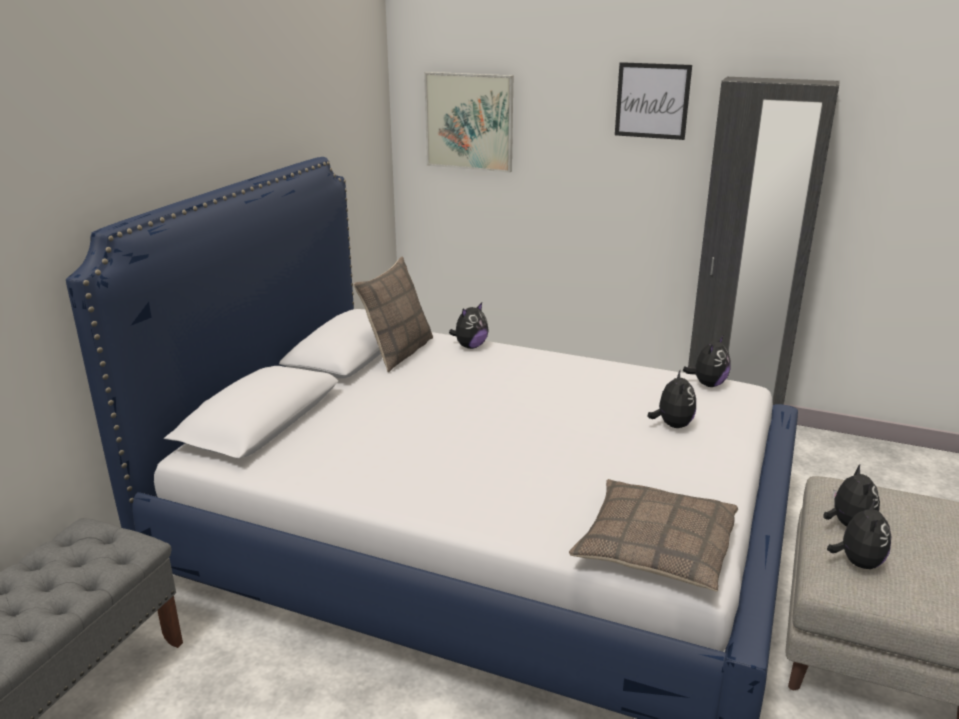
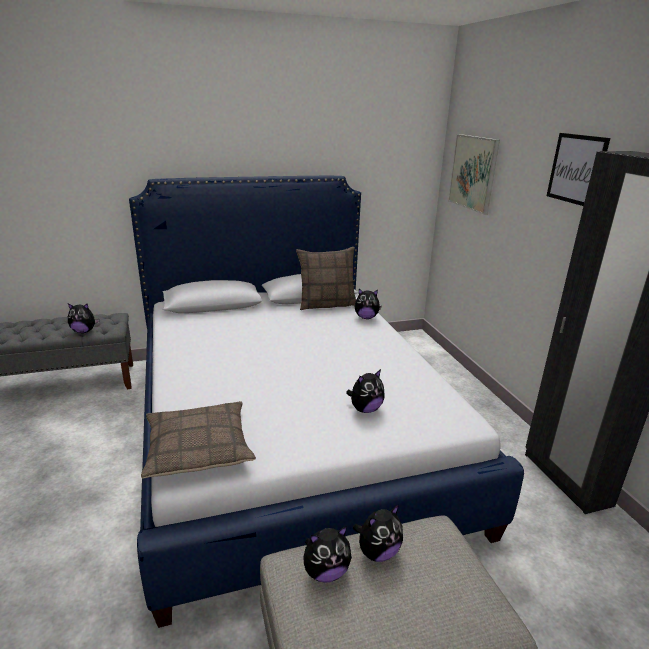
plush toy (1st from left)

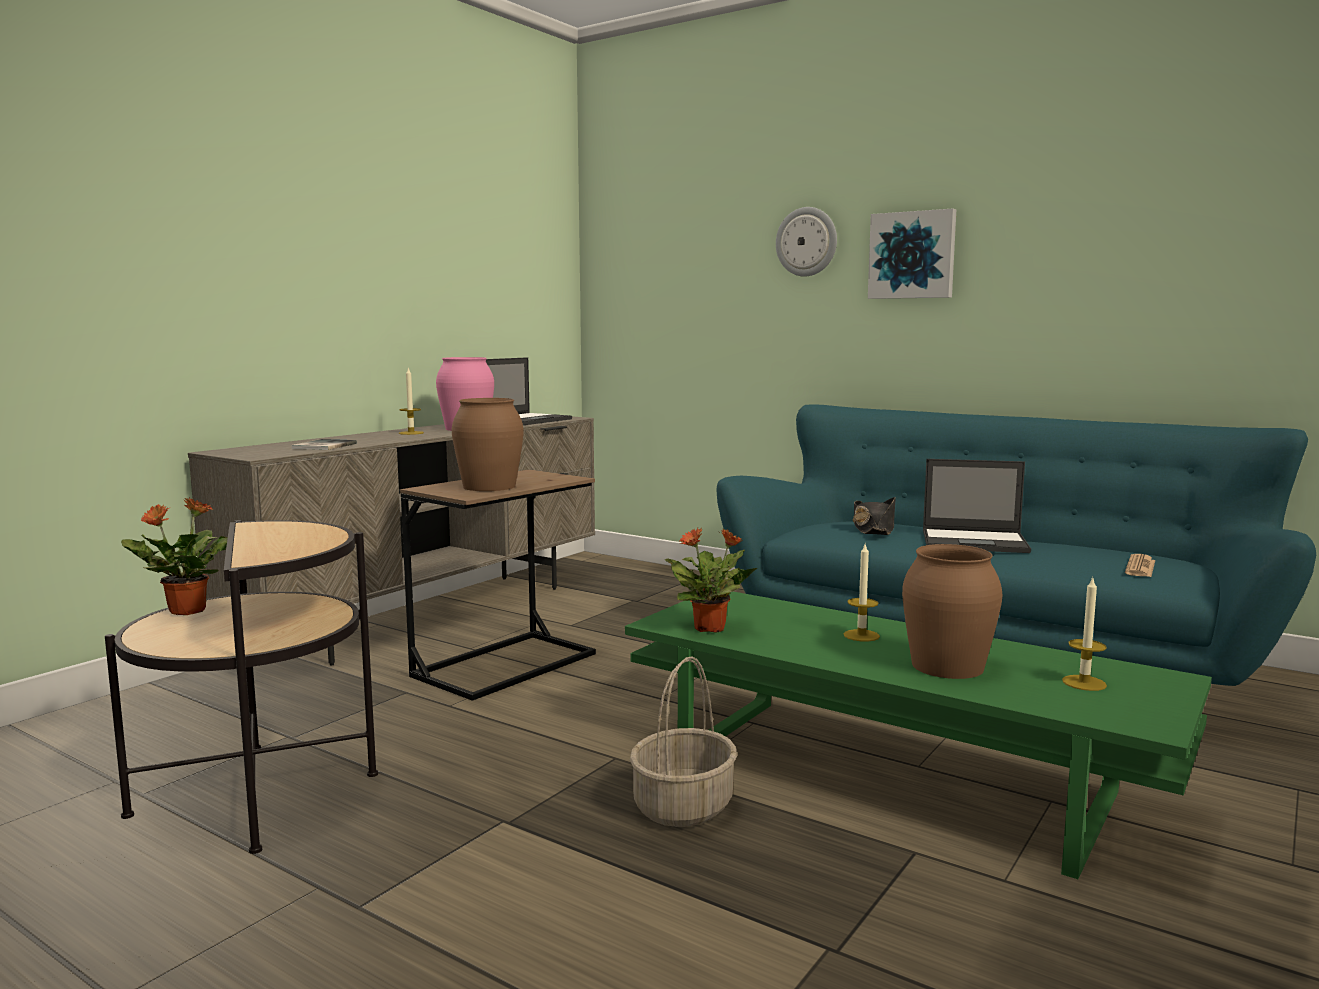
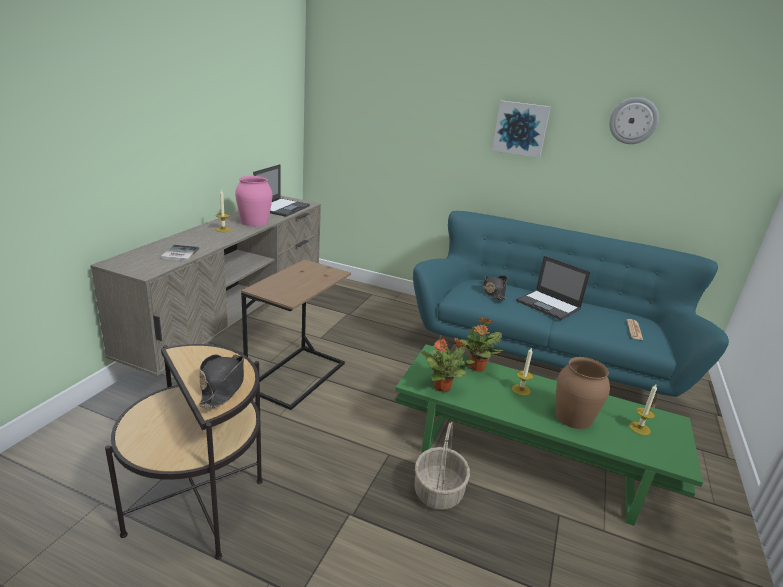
vase (brown) (1st from left in the first image)
hat (black) (1st from left)
potted plant (2nd from left)
wall clock
laptop (2nd from left)

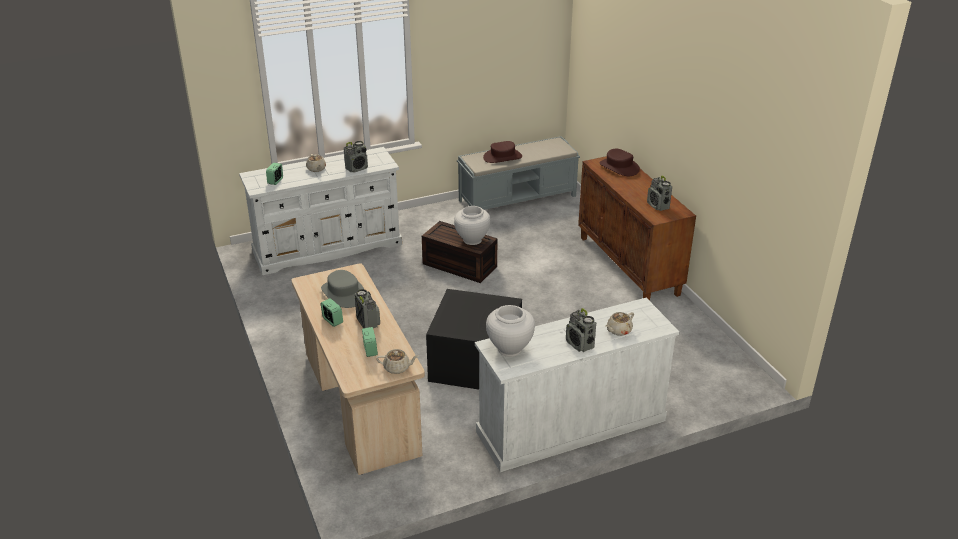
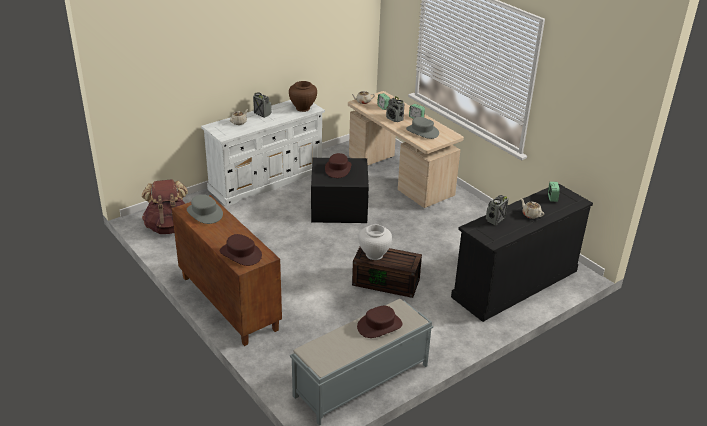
backpack (brown)
hat (brown) (2nd from left)
hat (grey) (1st from left)
dresser (black)
vase (brown)

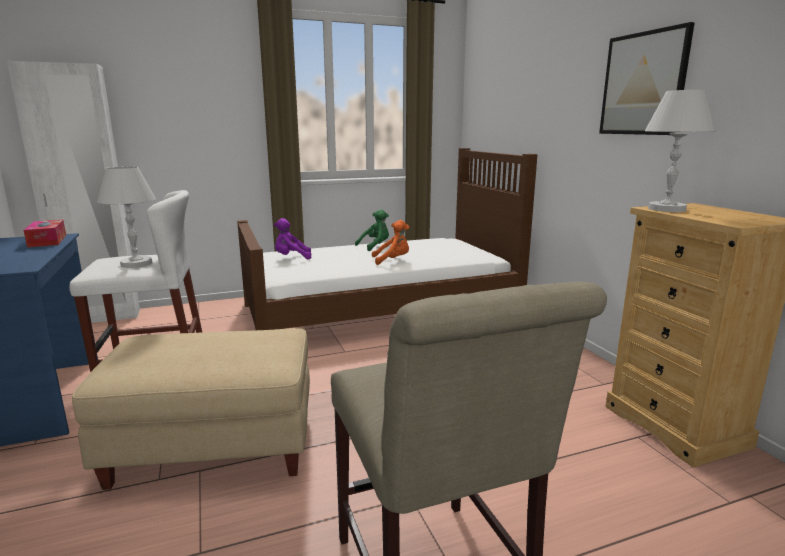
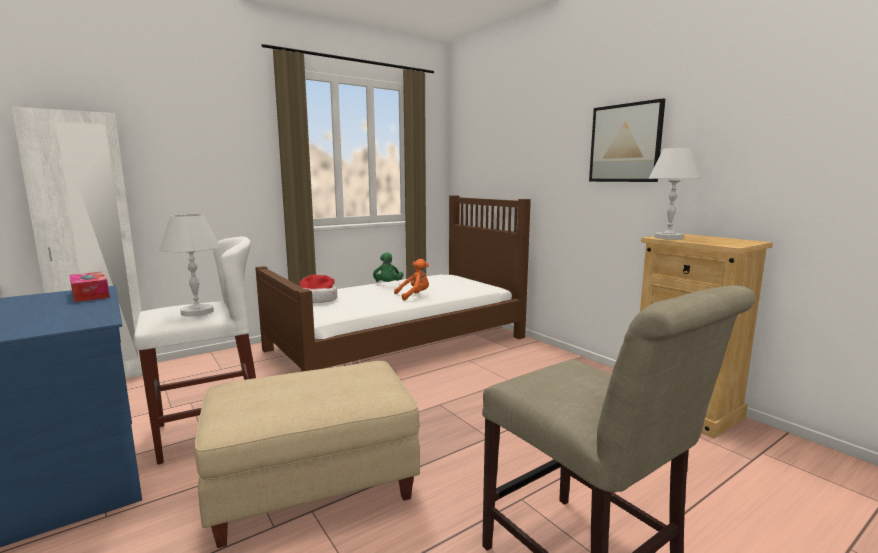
hat
plush toy (green)

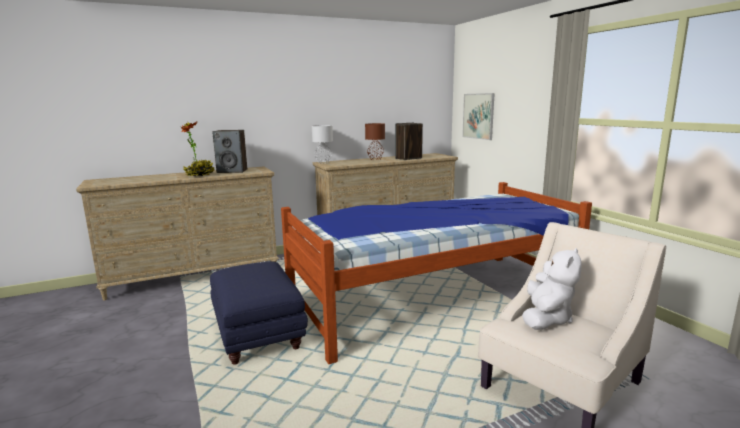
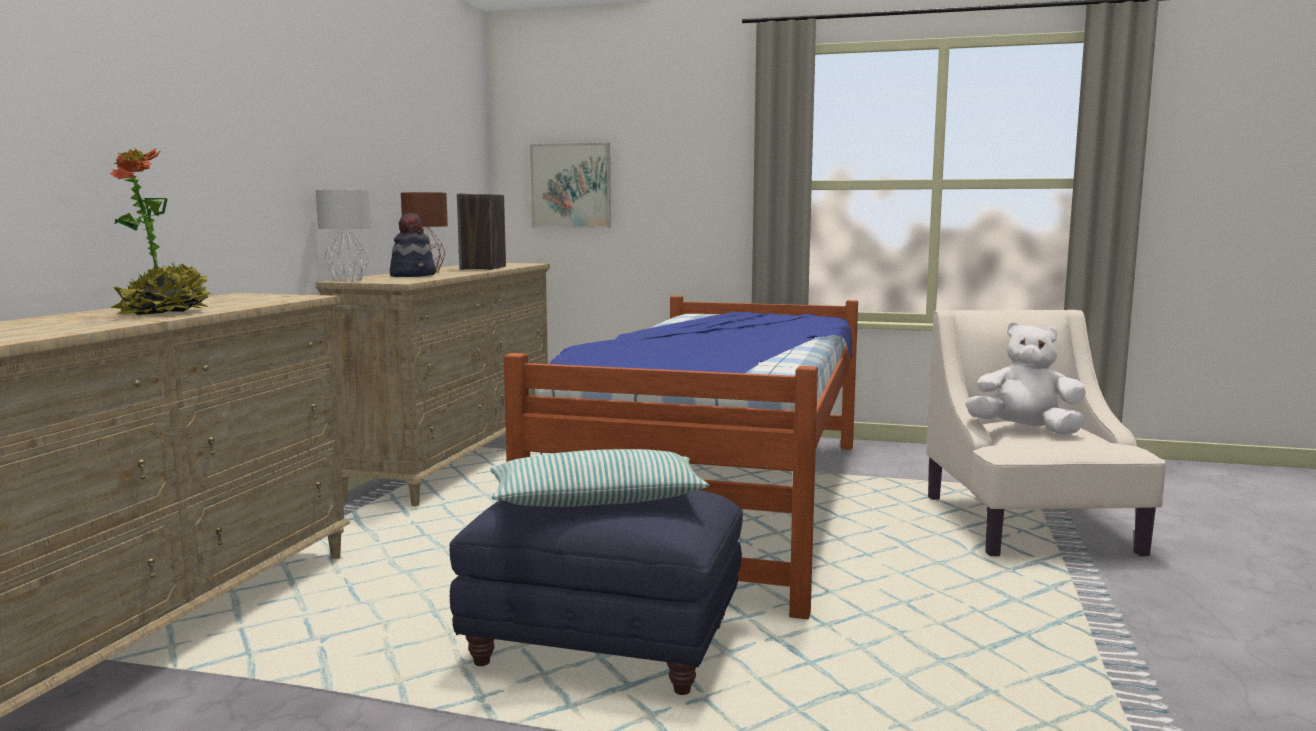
speaker (1st from left in the first image)
hat
pillow
plush toy (white)

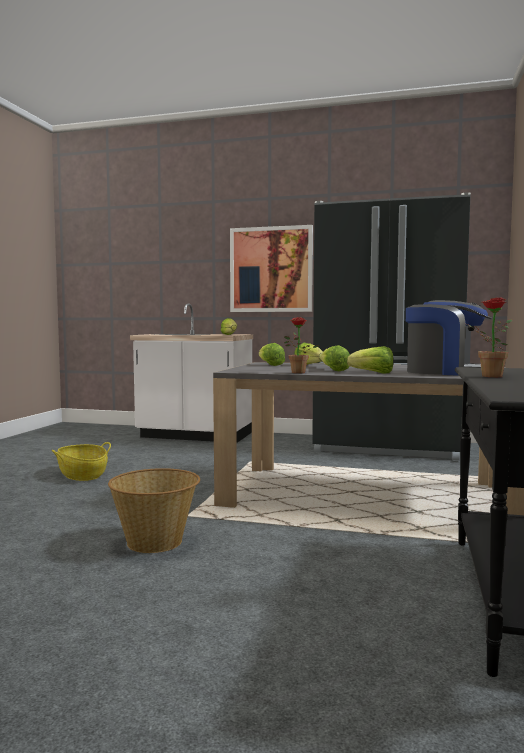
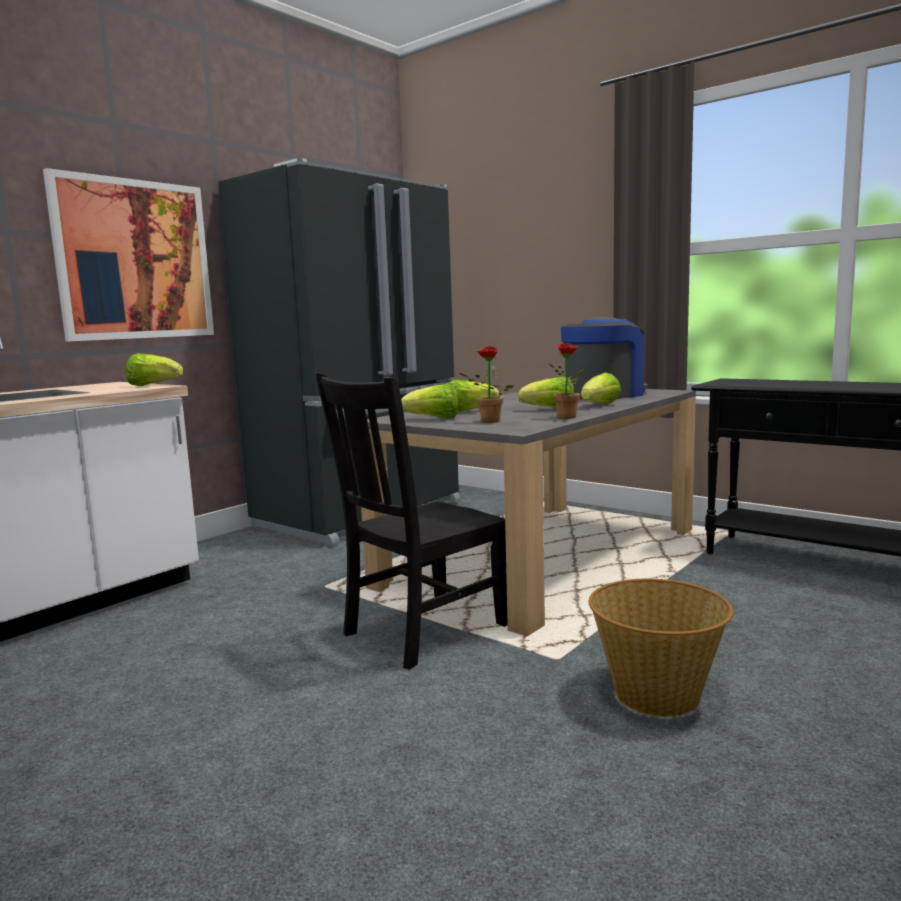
basket (1st from left in the first image)
chair (black)
potted plant (1st from left)

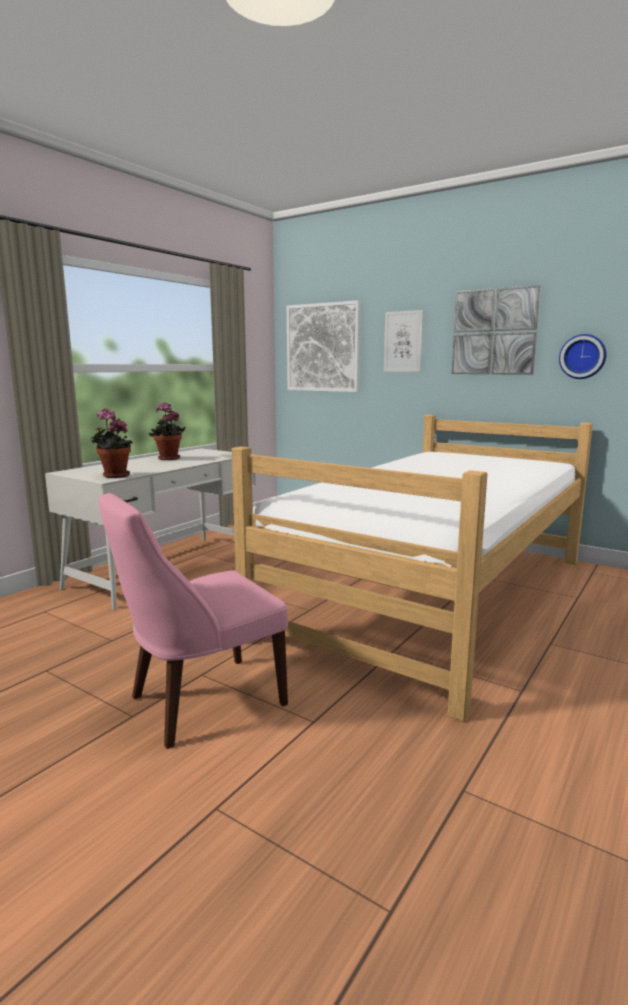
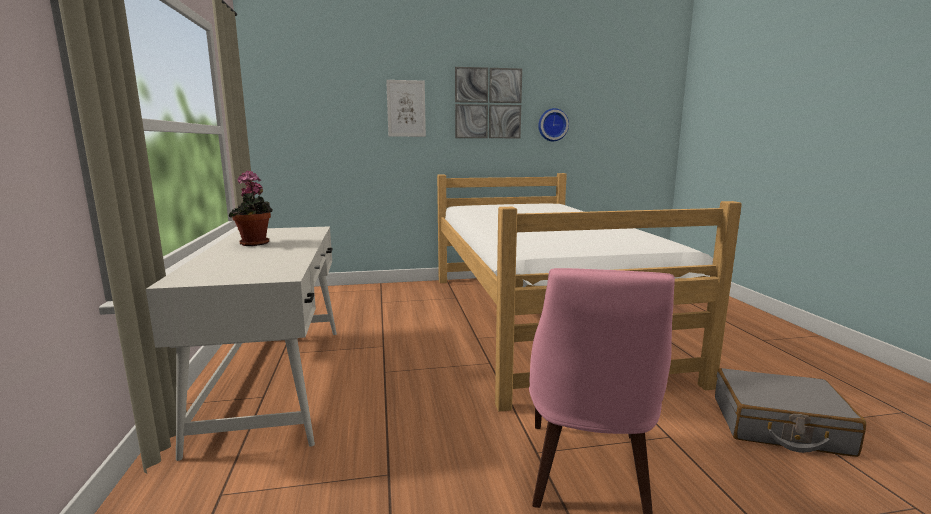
potted plant (1st from left in the first image)
picture (1st from left in the first image)
suitcase (grey)

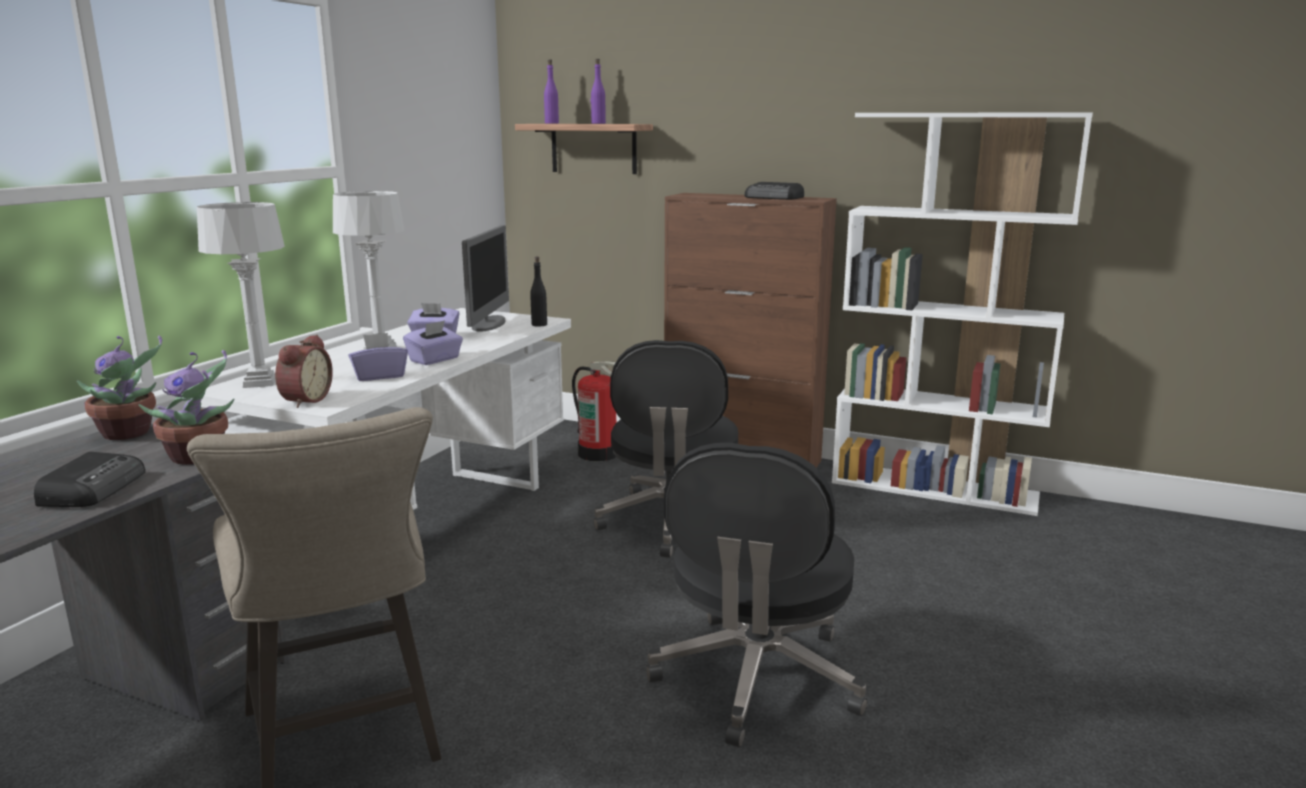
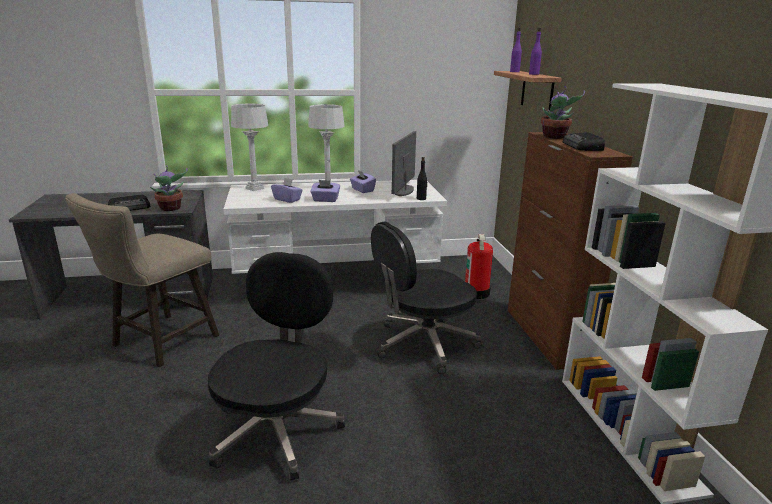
alarm clock
potted plant (2nd from left)
monitor
office chair (black) (1st from left)

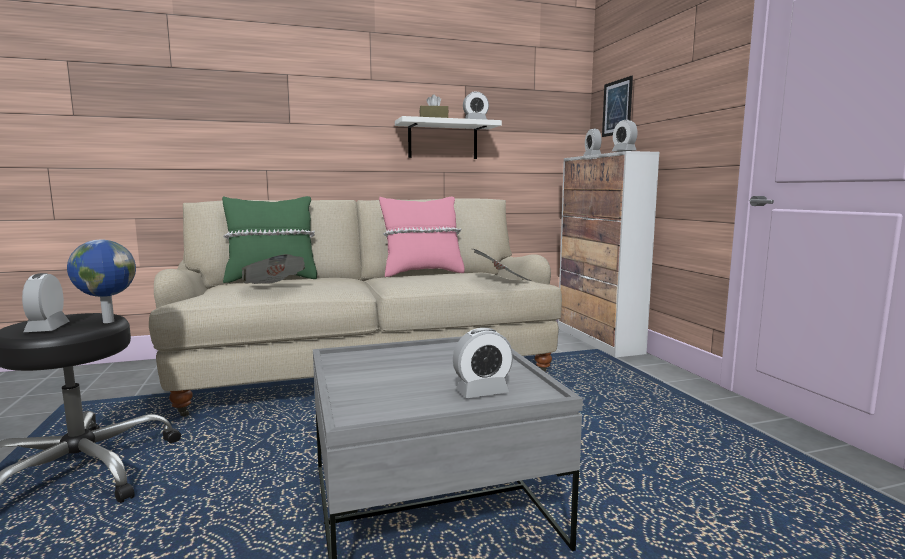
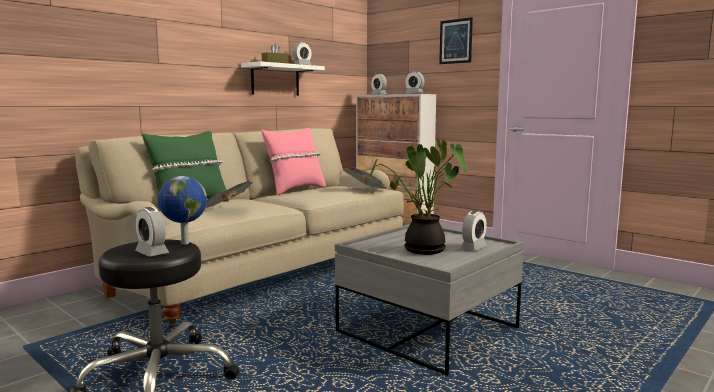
potted plant
picture

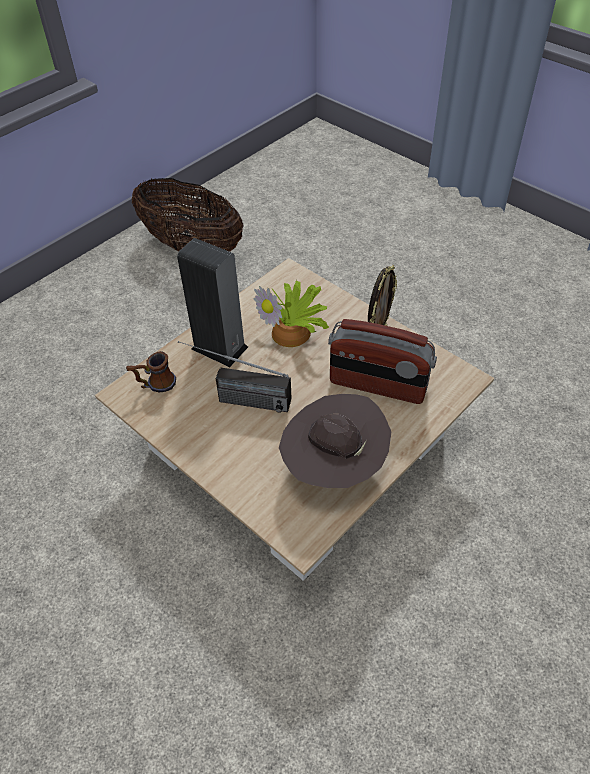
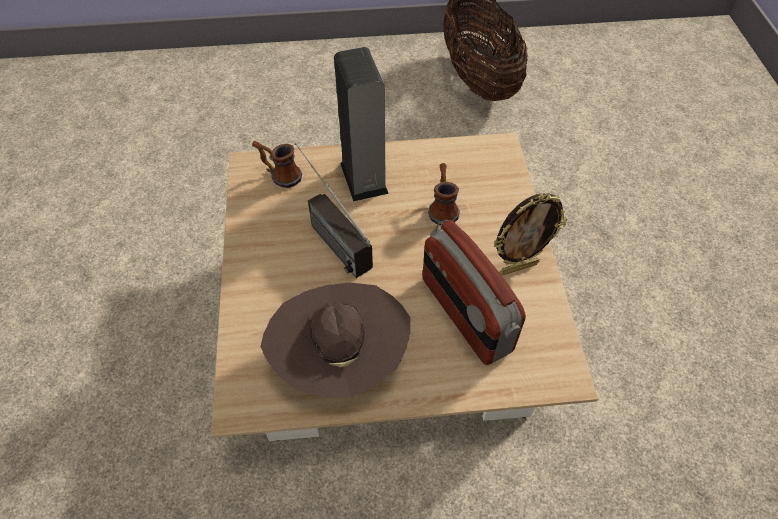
mug (2nd from left)

